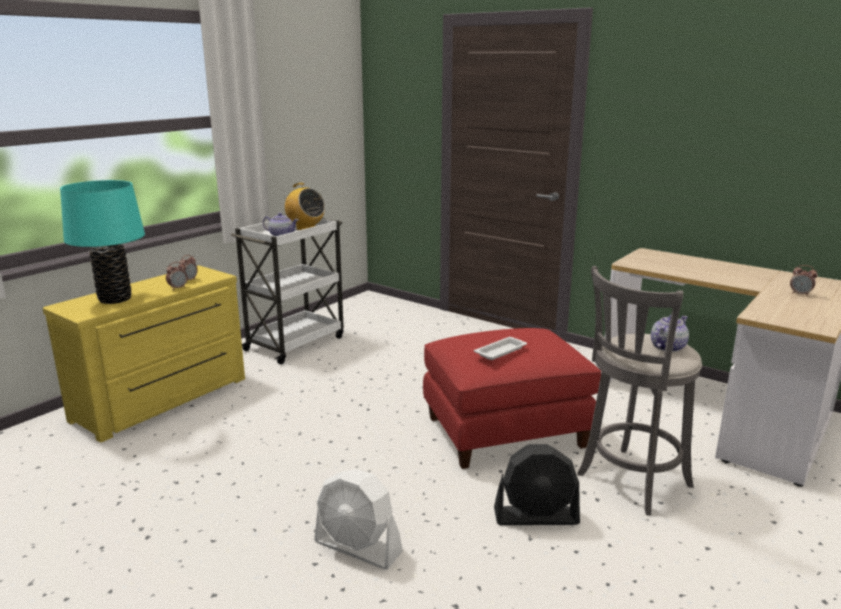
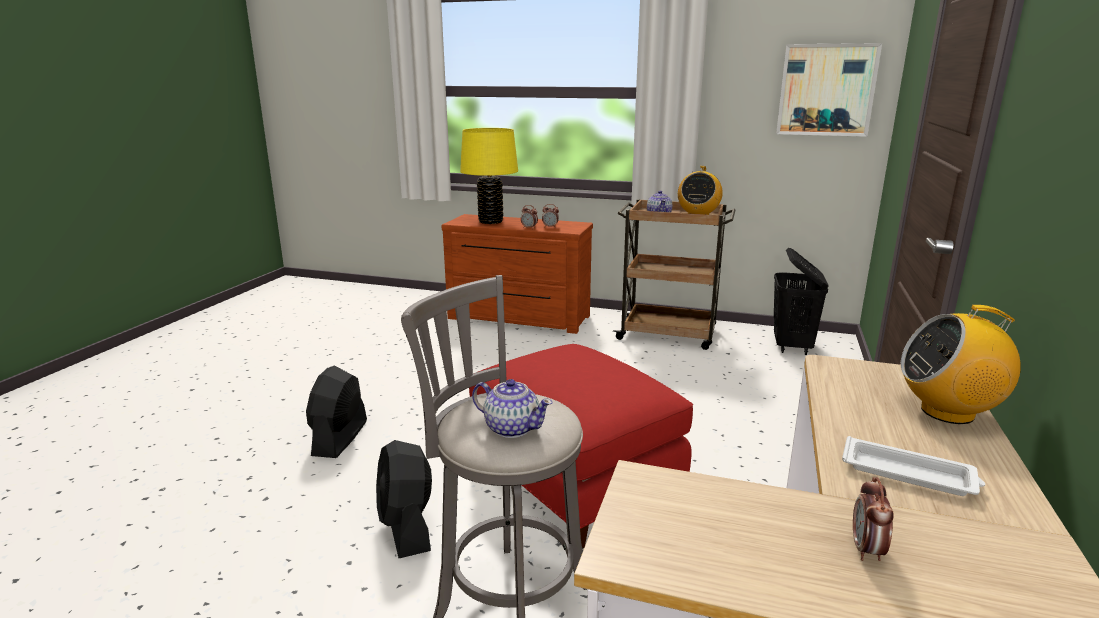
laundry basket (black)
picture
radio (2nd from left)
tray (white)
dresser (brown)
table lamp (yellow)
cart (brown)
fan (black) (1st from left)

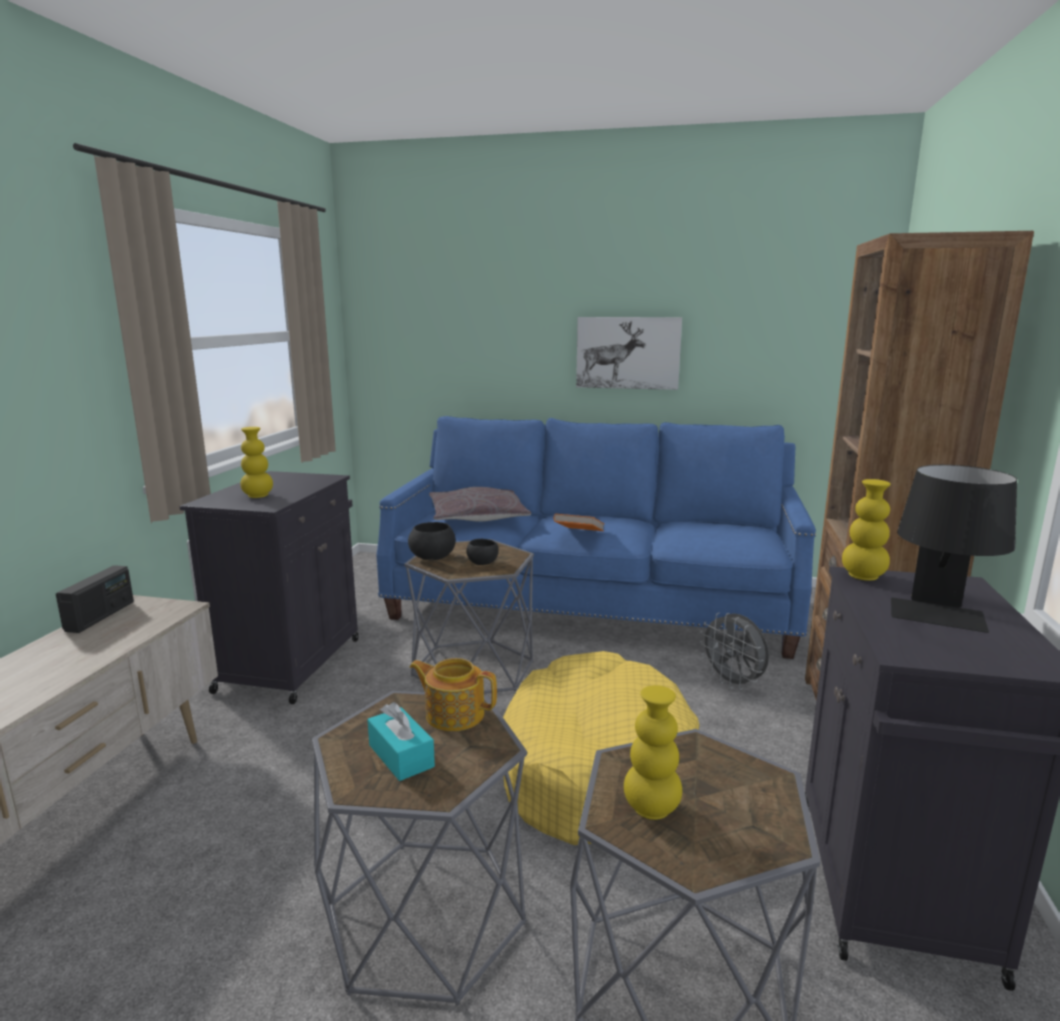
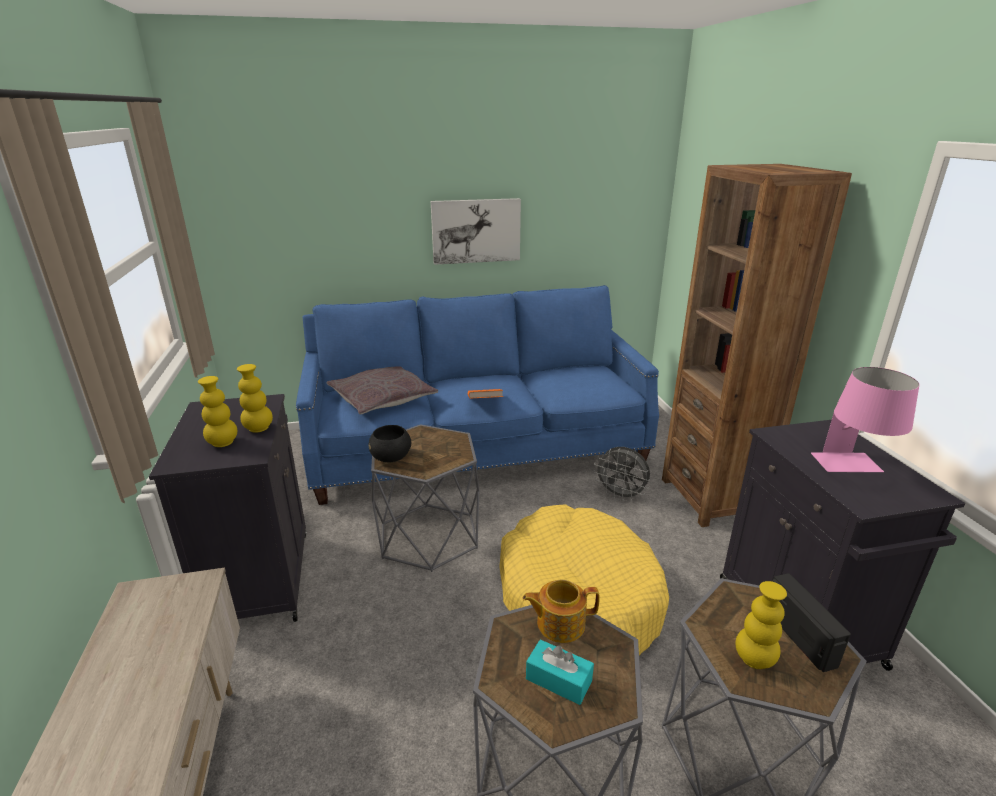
bowl (black) (2nd from left in the first image)
radio
vase (yellow) (2nd from left)
table lamp (pink)

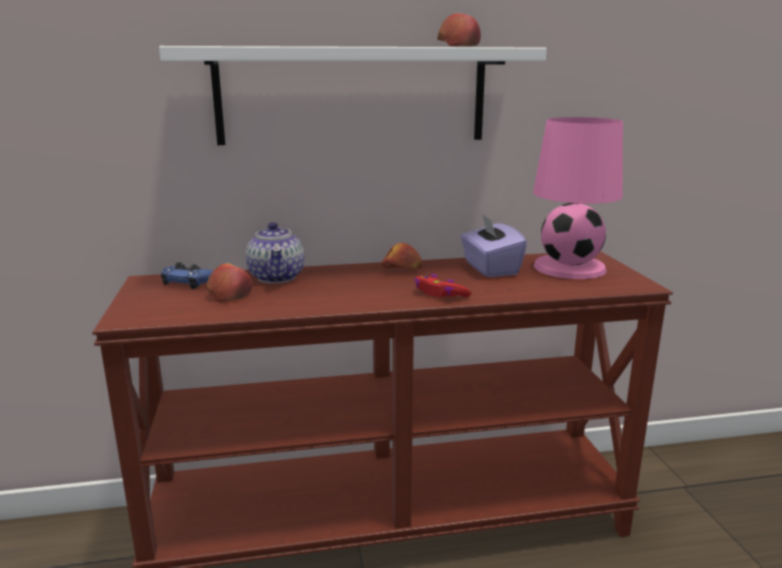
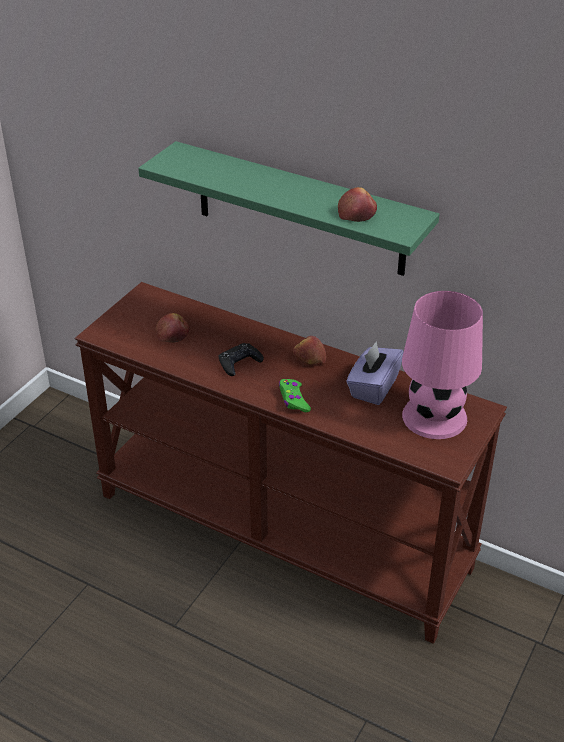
game controller (blue)
teapot
game controller (black)
shelf (green)
game controller (green)

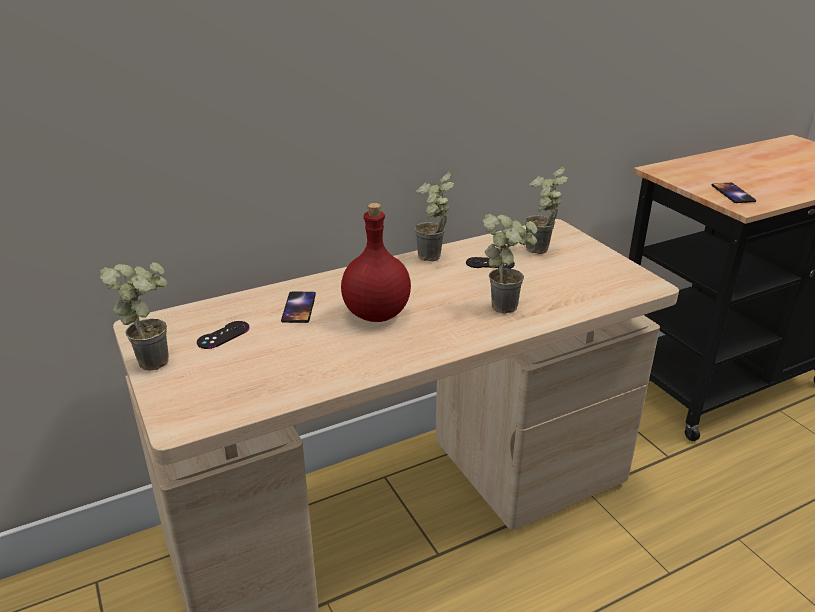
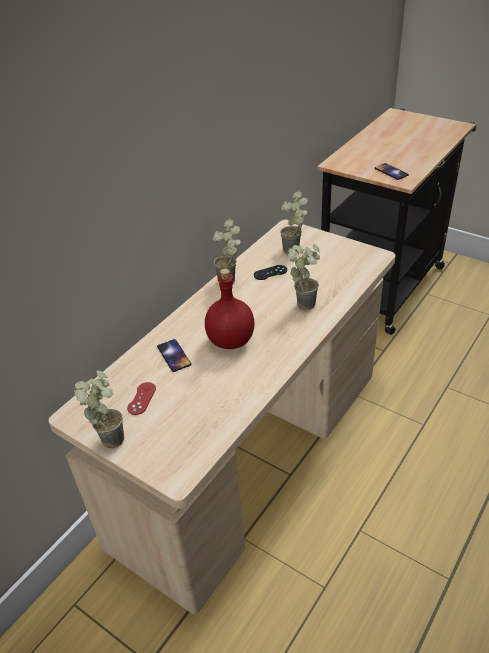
game controller (red)

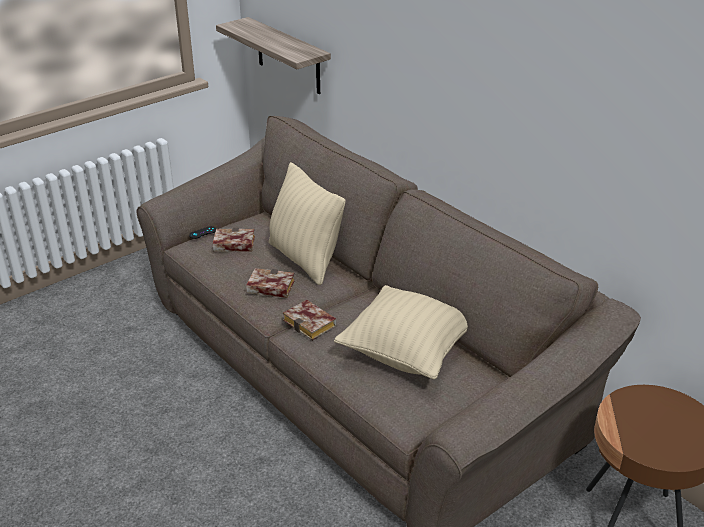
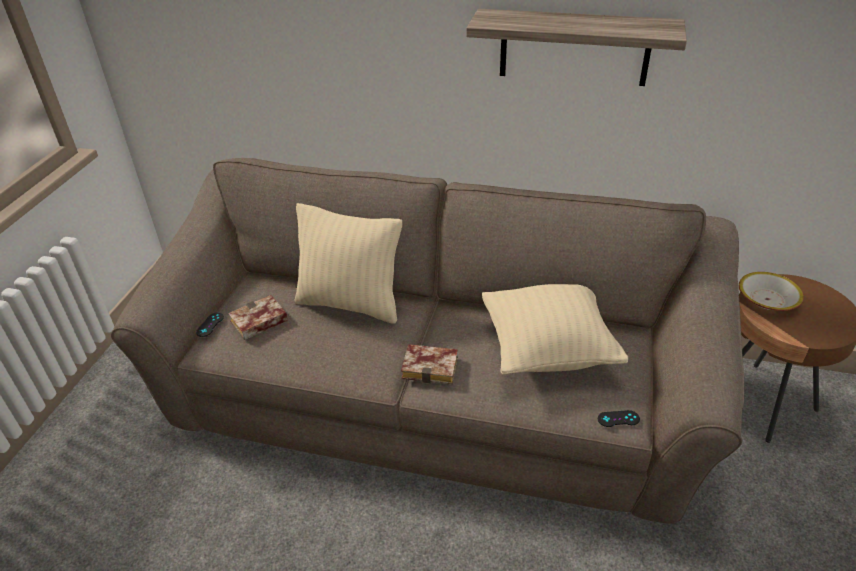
book (2nd from left in the first image)
game controller (black) (2nd from left)
bowl
shelf

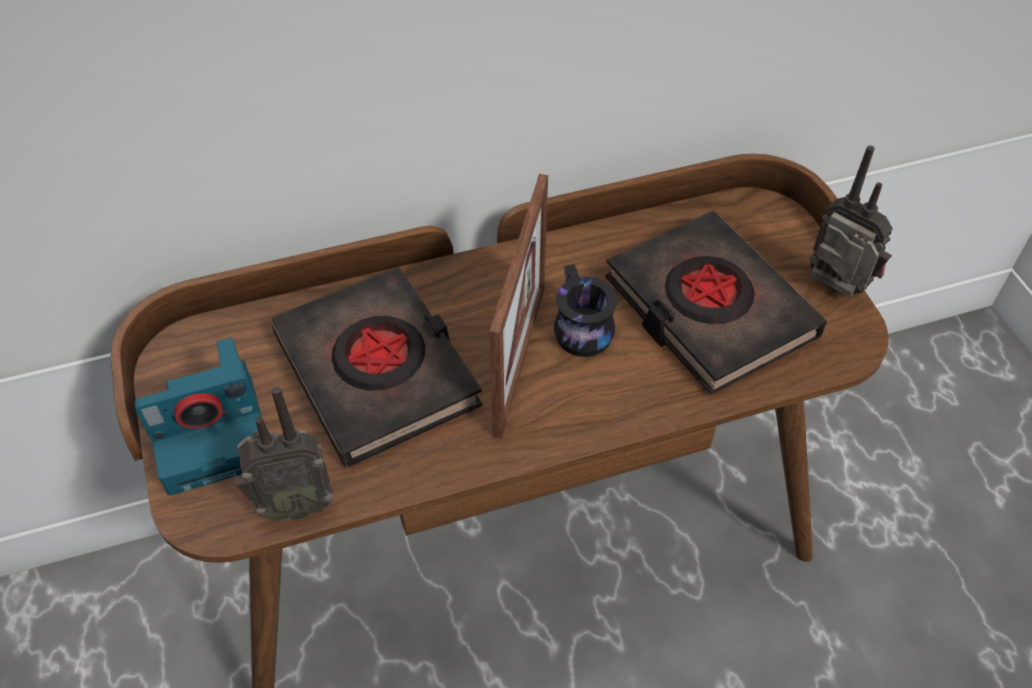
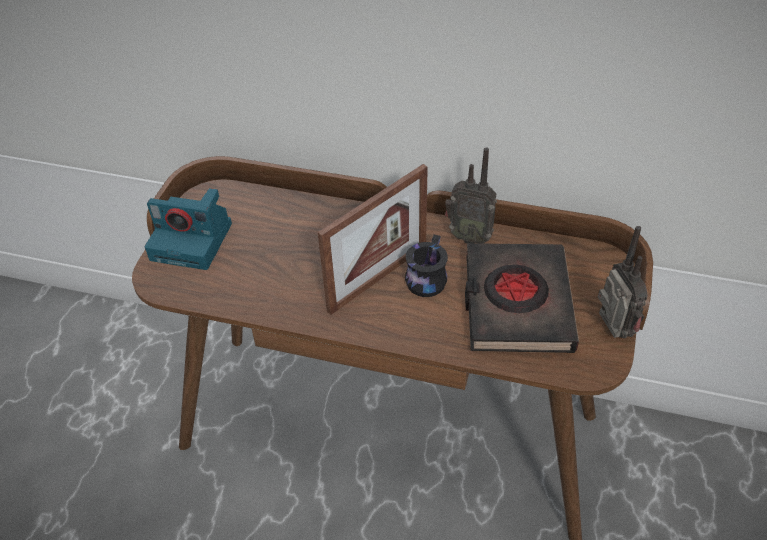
book (black) (1st from left in the first image)
radio (1st from left)

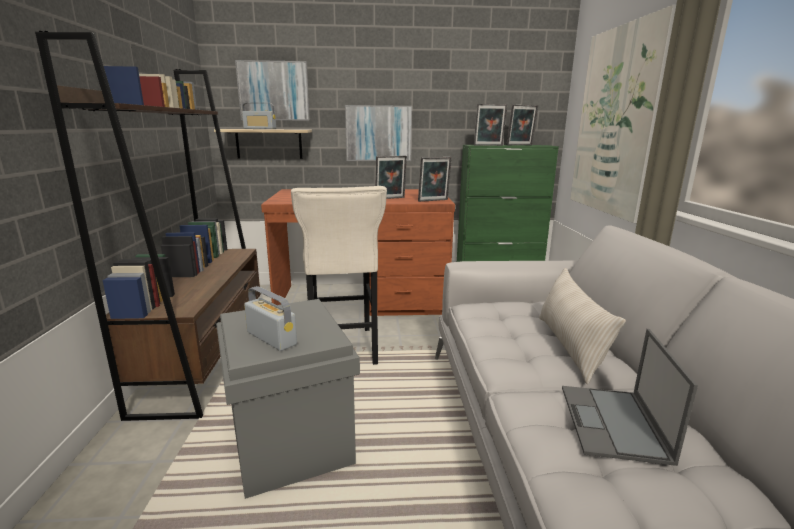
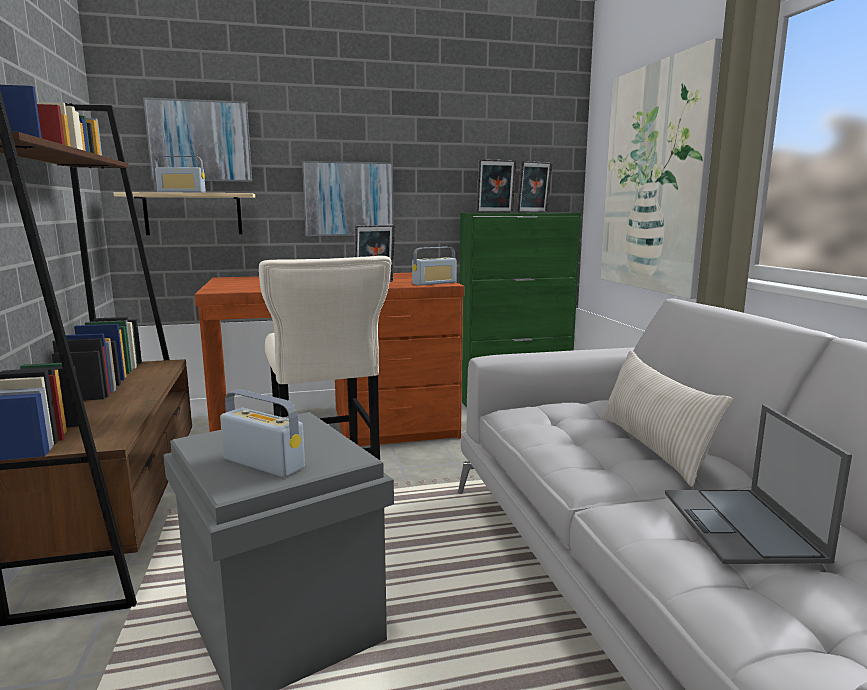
radio (3rd from left)

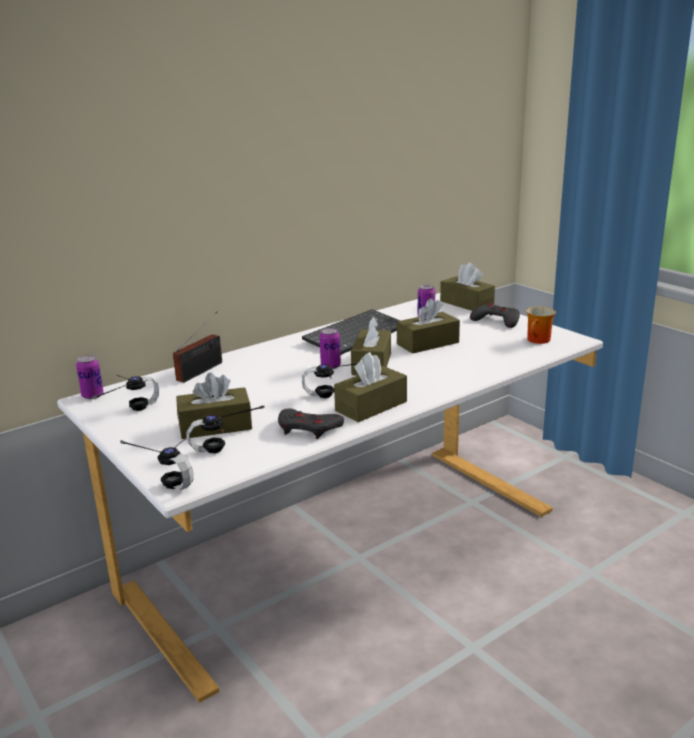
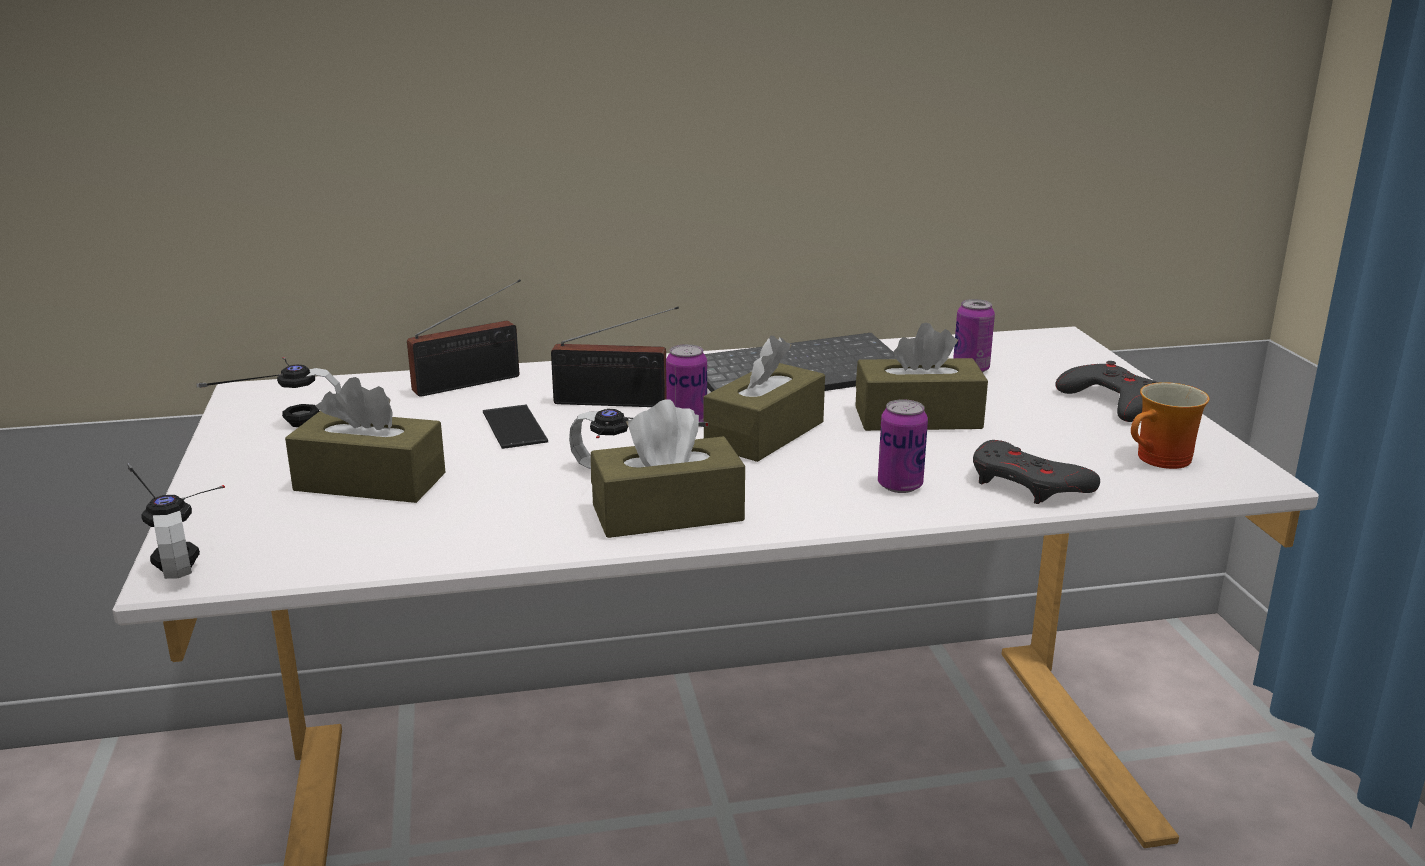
headphones (3rd from left in the first image)
tissue box (brown) (5th from left in the first image)
phone
radio (2nd from left)
can (2nd from left)
game controller (grey) (1st from left)

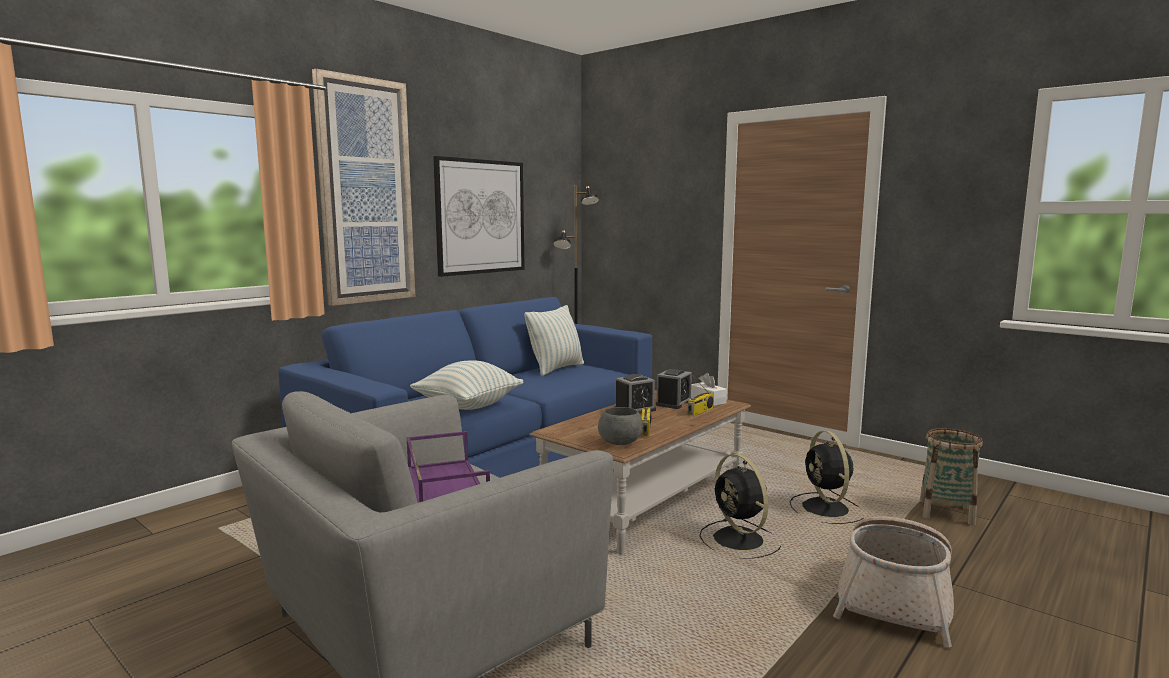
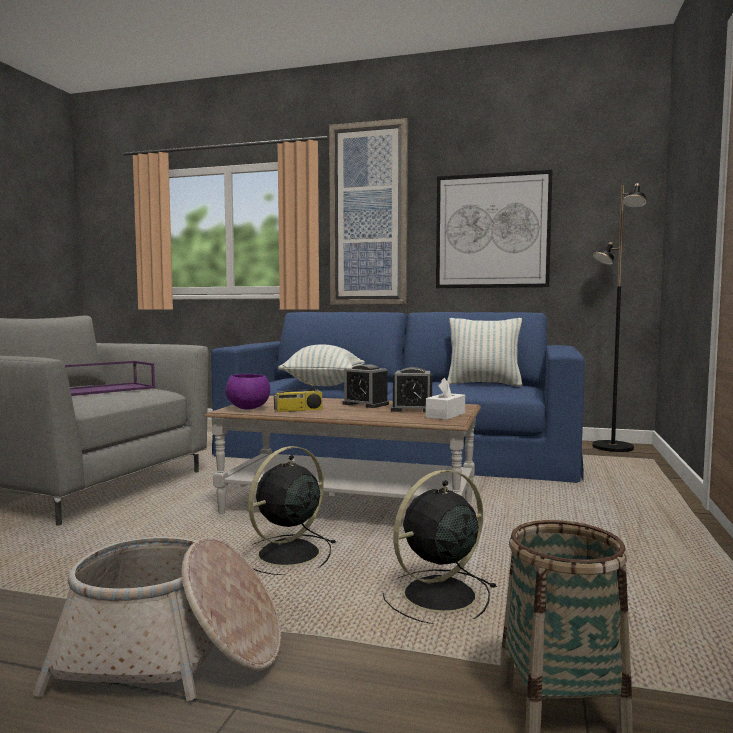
radio (2nd from left in the first image)
bowl (purple)

